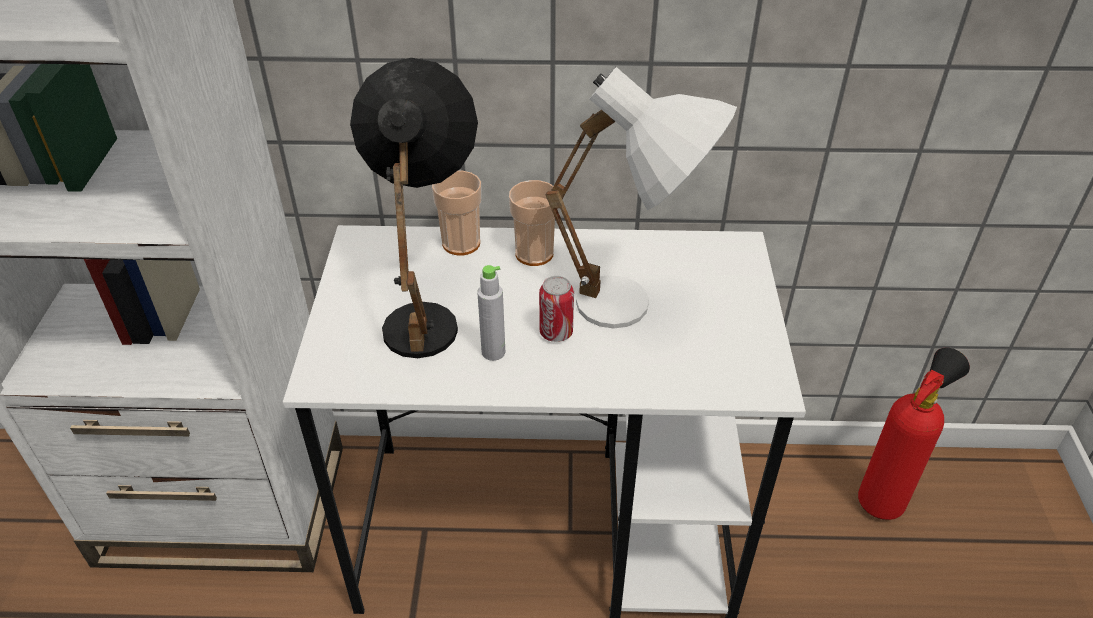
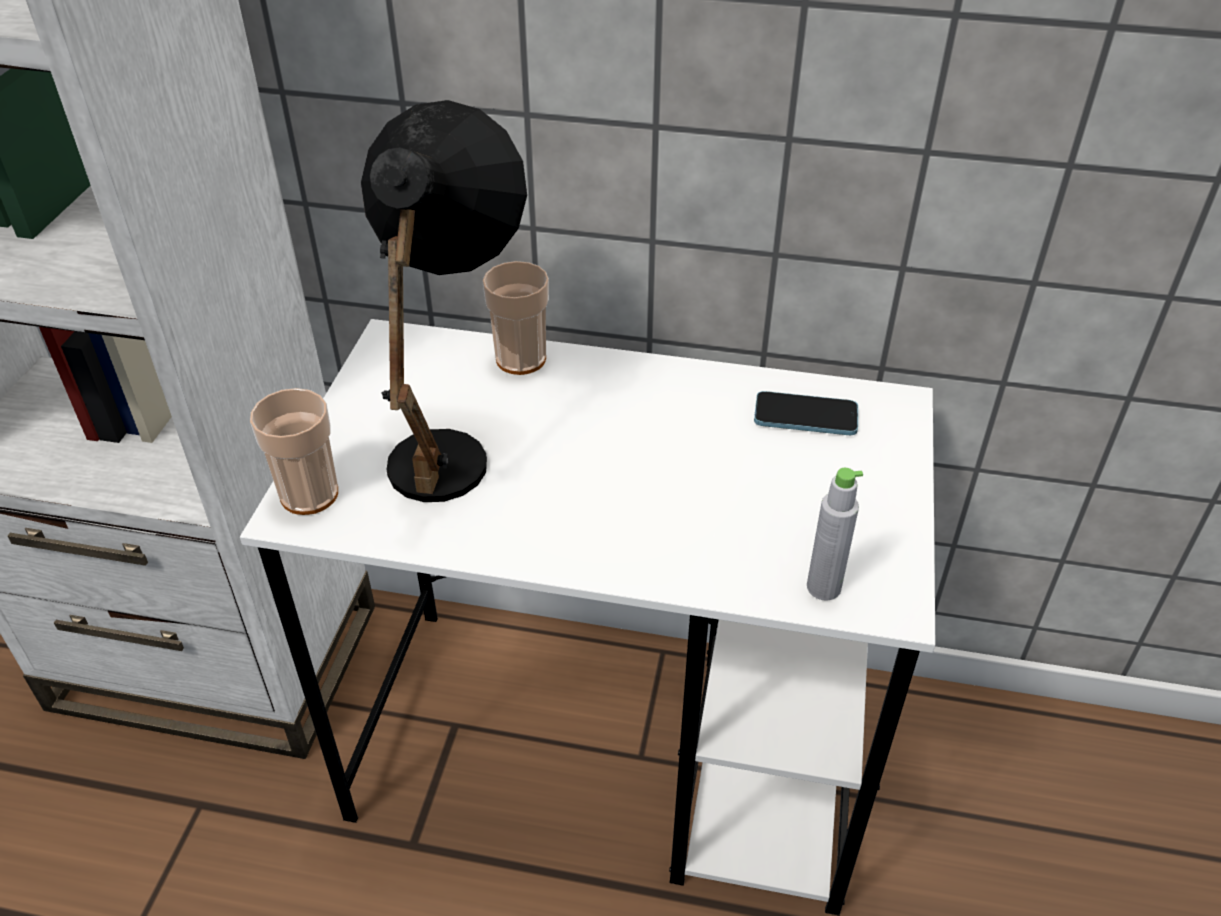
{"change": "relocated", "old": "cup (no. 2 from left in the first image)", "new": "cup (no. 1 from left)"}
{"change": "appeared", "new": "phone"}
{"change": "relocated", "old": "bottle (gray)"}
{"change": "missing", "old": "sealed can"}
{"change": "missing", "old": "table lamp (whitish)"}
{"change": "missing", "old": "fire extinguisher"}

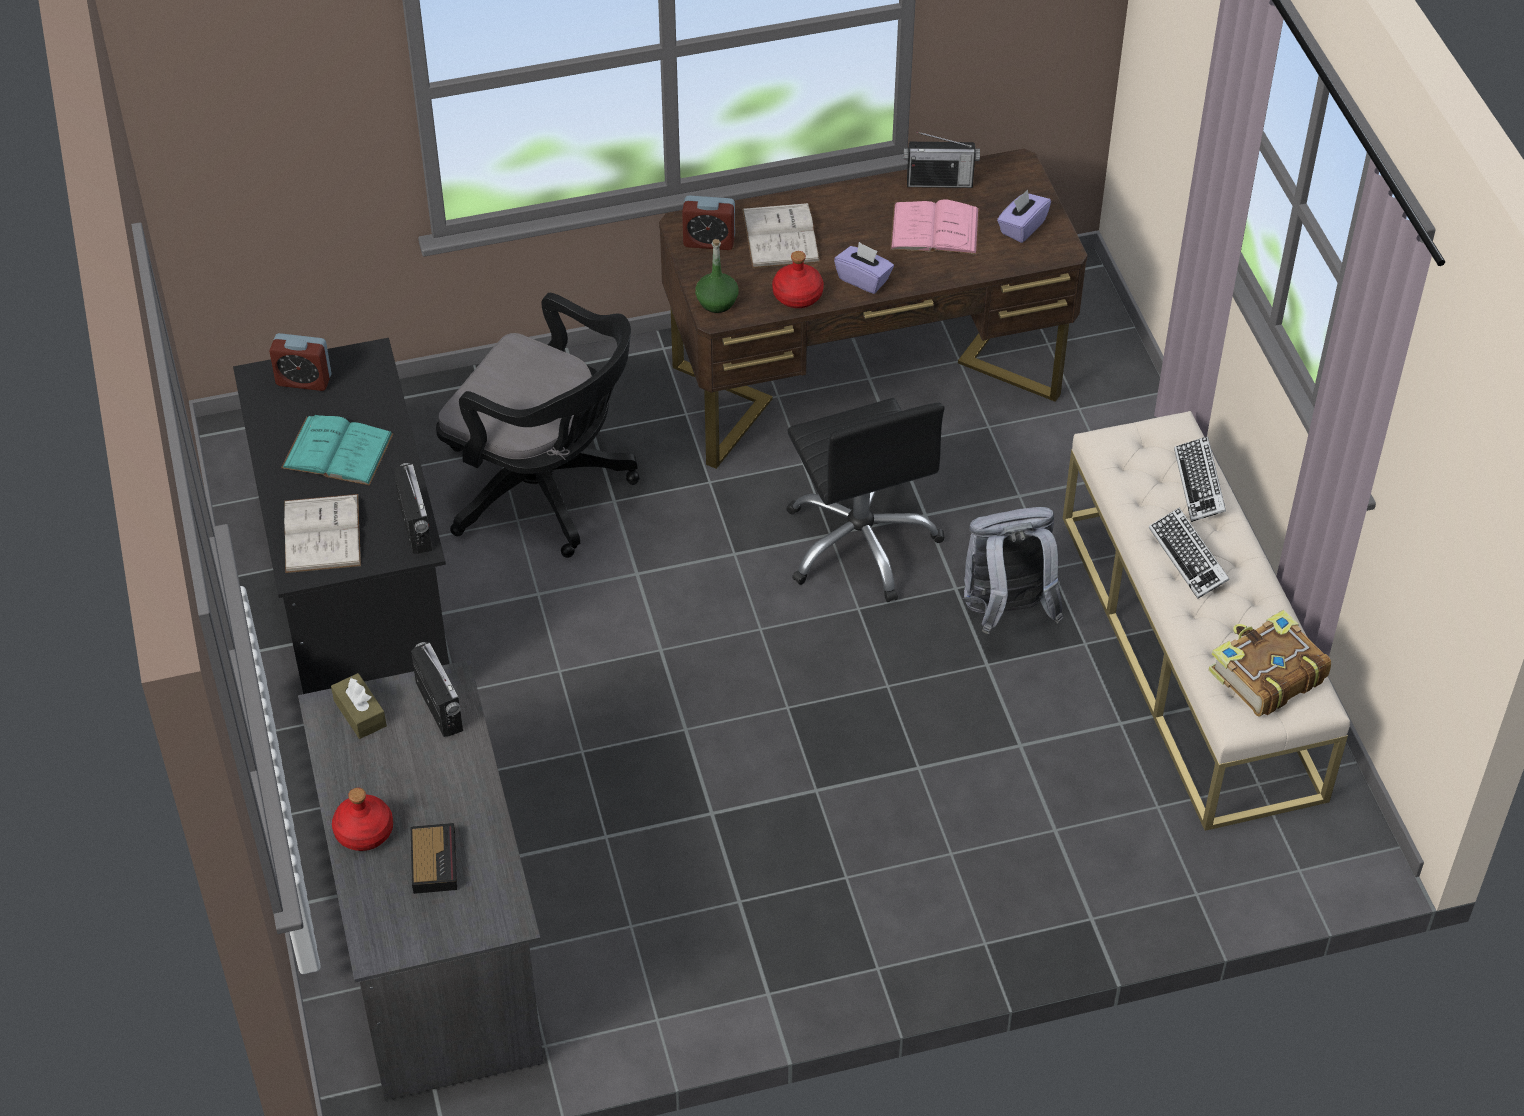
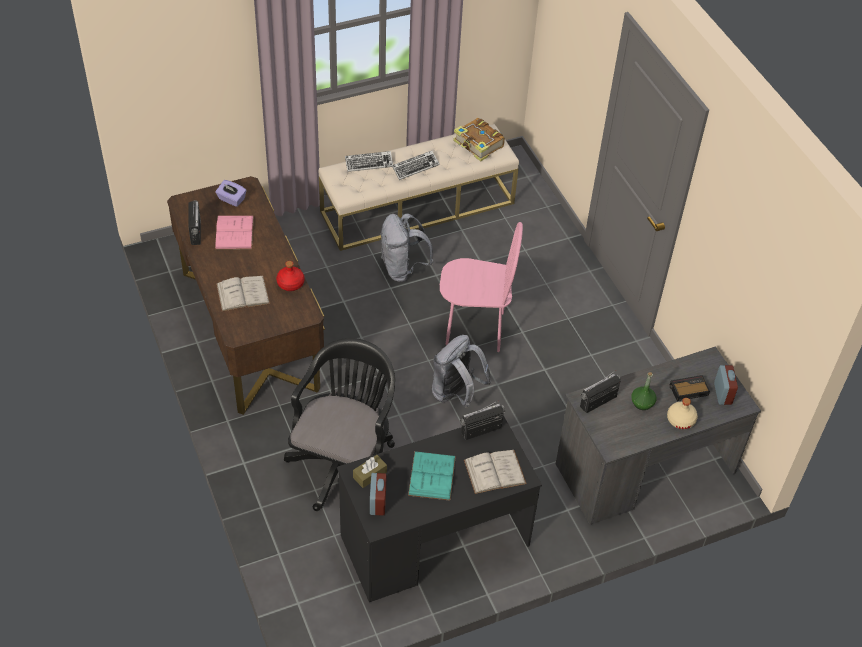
{"change": "relocated", "old": "box of tissues (brownish)"}
{"change": "appeared", "new": "knapsack (gray) (no. 2 from left)"}
{"change": "appeared", "new": "upright chair (pink)"}
{"change": "relocated", "old": "bottle (green)"}
{"change": "colour", "old": "bottle (red-coloured) (no. 1 from left)", "new": "bottle (beige)"}
{"change": "relocated", "old": "bedside clock (no. 3 from left)"}
{"change": "missing", "old": "office chair (blackish) (no. 2 from left)"}
{"change": "missing", "old": "box of tissues (purple-coloured) (no. 1 from left)"}

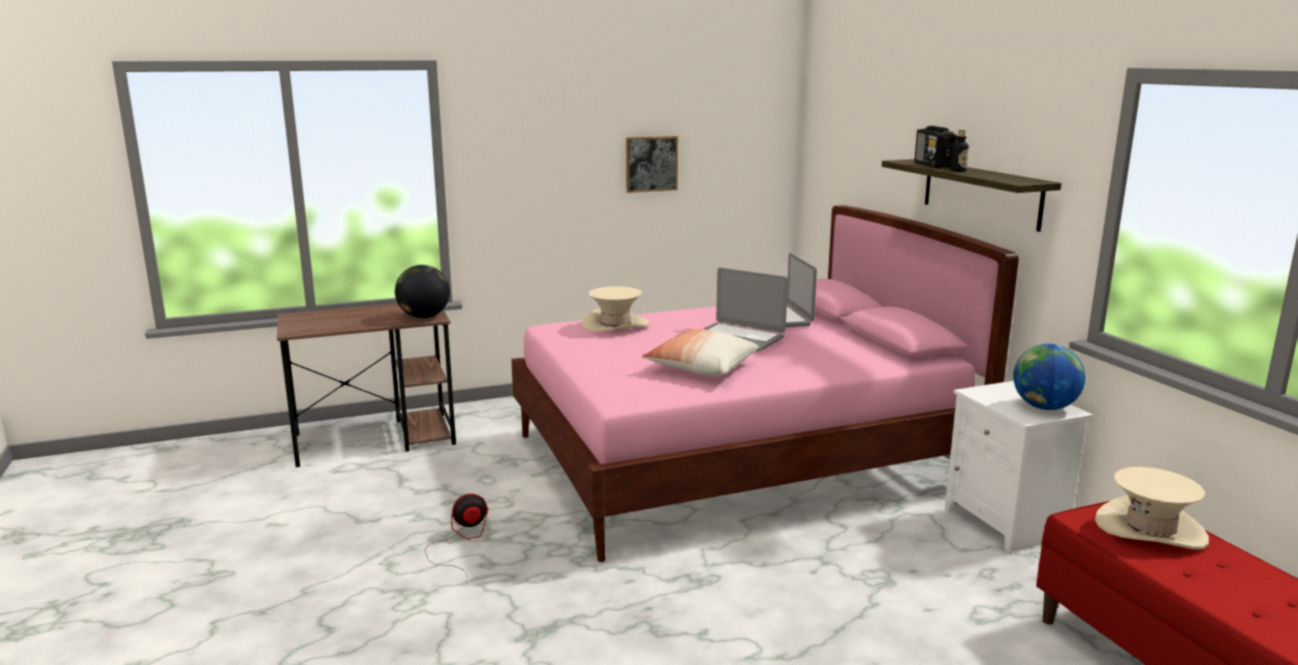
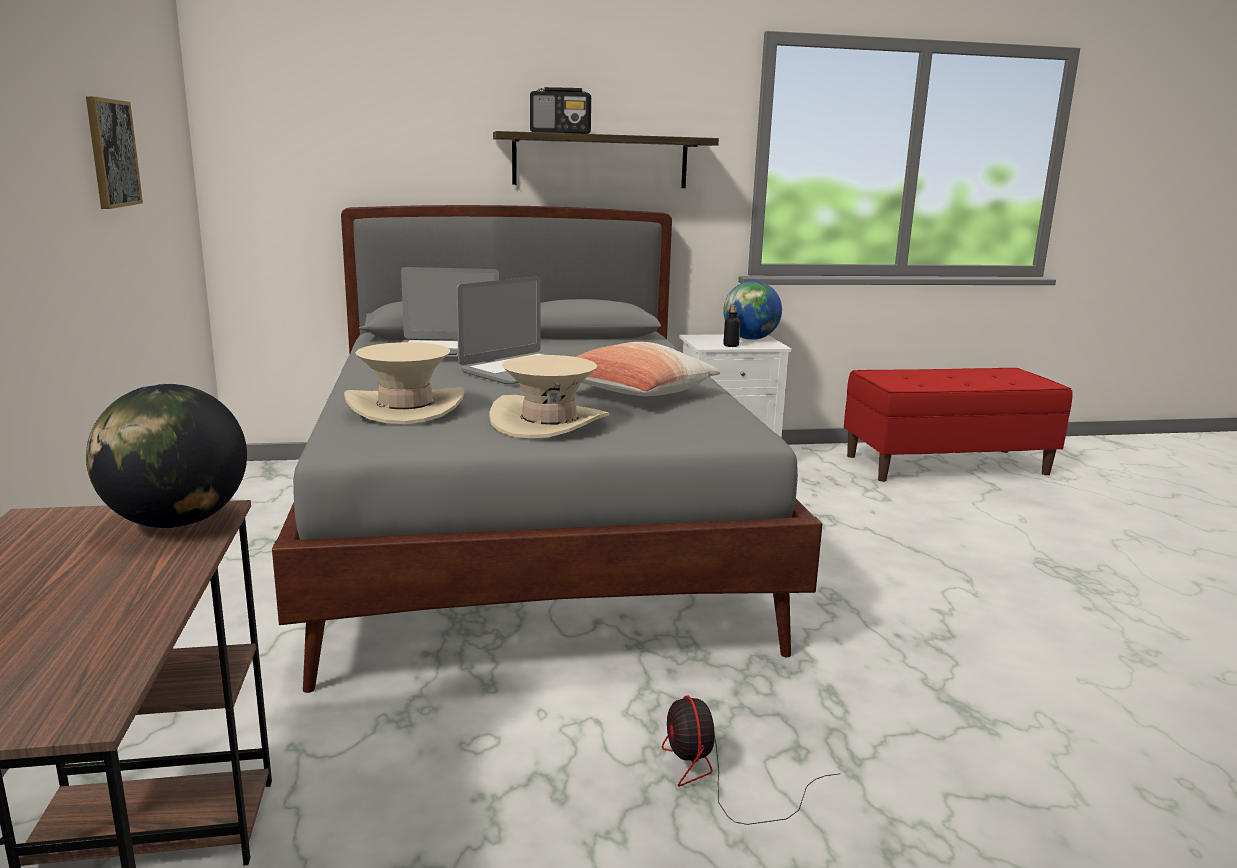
{"change": "colour", "old": "sleeping bed (pink)", "new": "sleeping bed (gray)"}
{"change": "relocated", "old": "hat (beige) (no. 2 from left)"}
{"change": "relocated", "old": "bottle"}

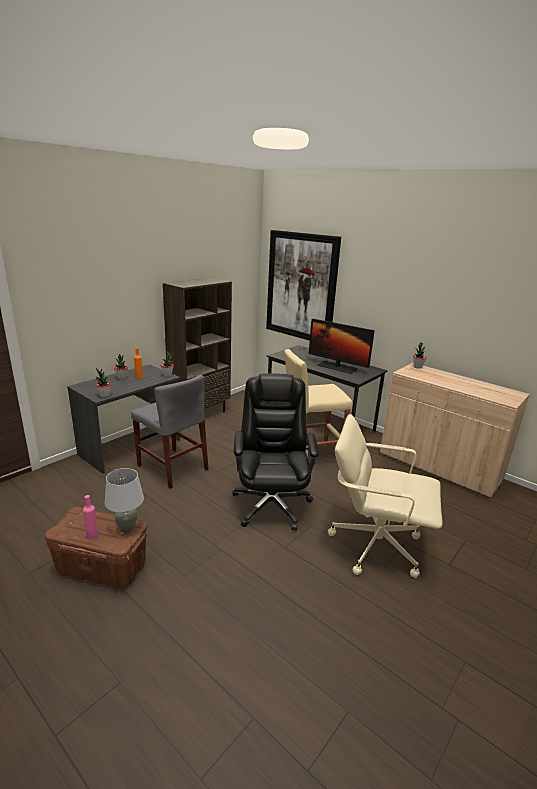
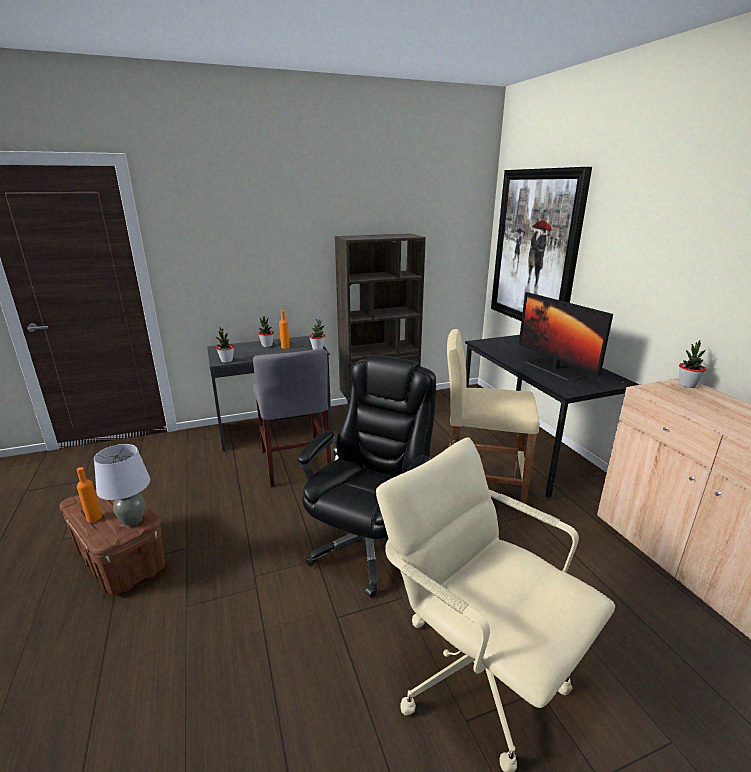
{"change": "colour", "old": "bottle (pink)", "new": "bottle (orange-coloured) (no. 1 from left)"}

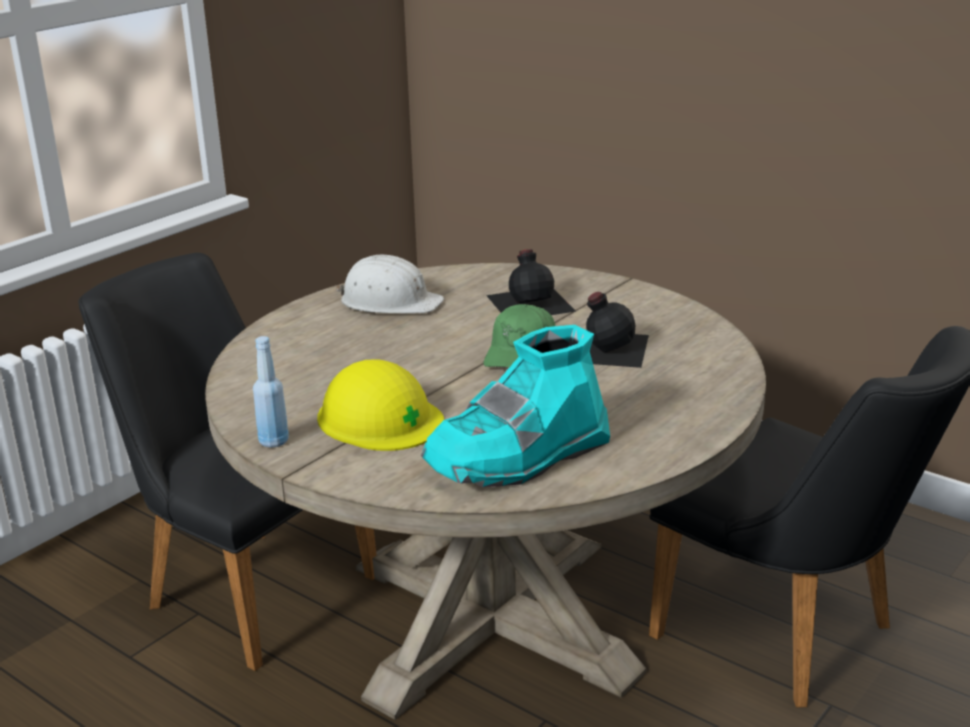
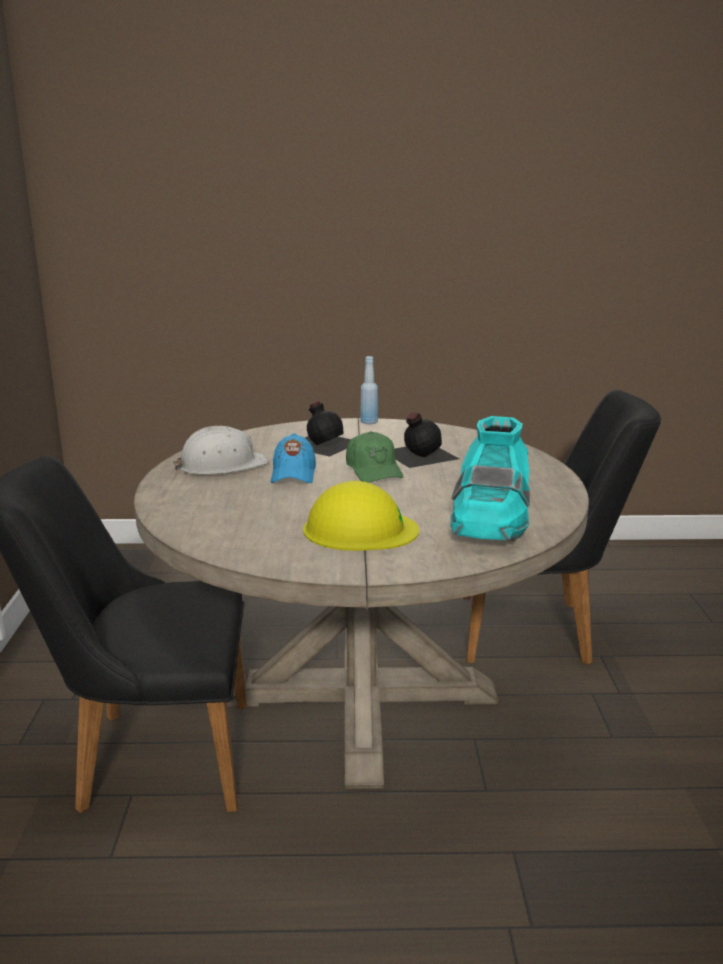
{"change": "appeared", "new": "peaked cap (blue-coloured)"}
{"change": "relocated", "old": "bottle (blue-coloured)"}

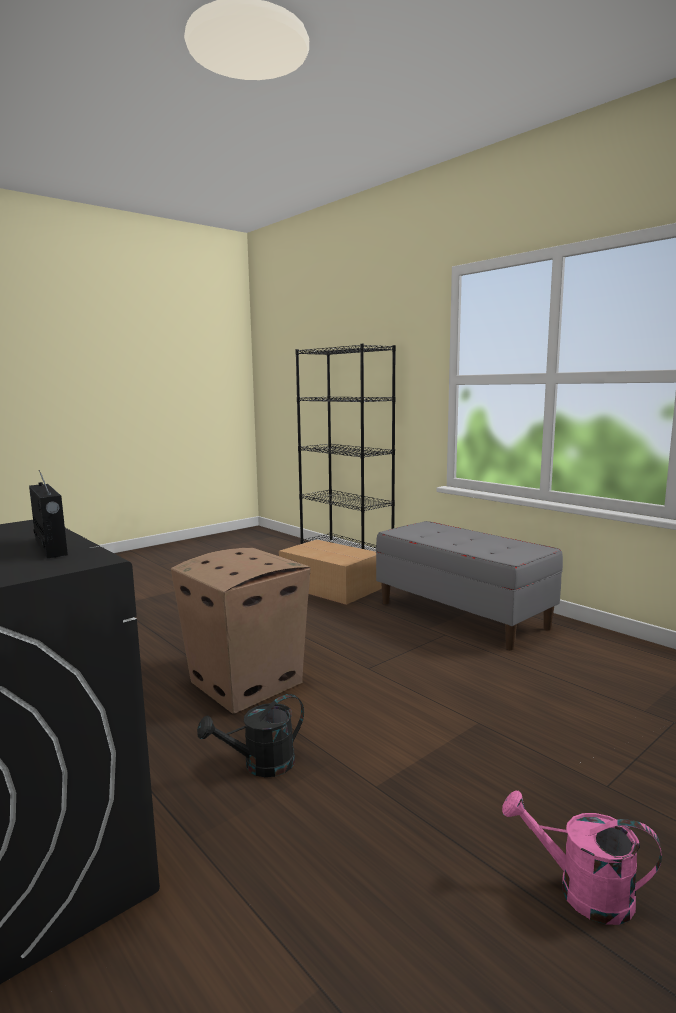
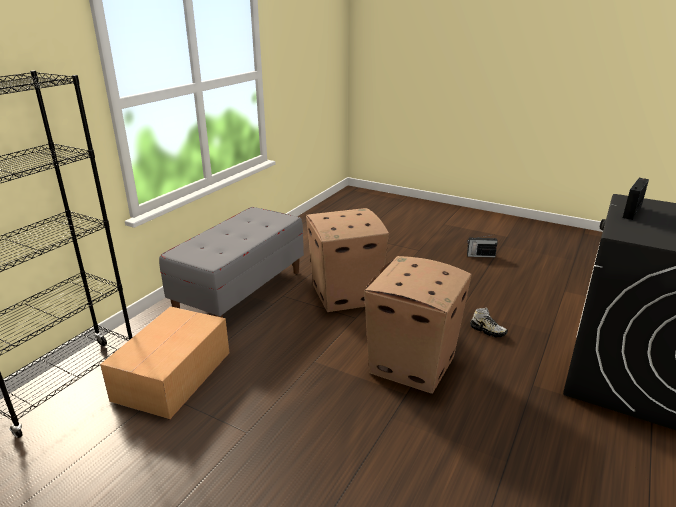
{"change": "appeared", "new": "packing box (no. 2 from left)"}
{"change": "exchanged", "old": "watering can (pink)", "new": "radio set (no. 1 from left)"}
{"change": "exchanged", "old": "watering can (blackish)", "new": "low shoe"}

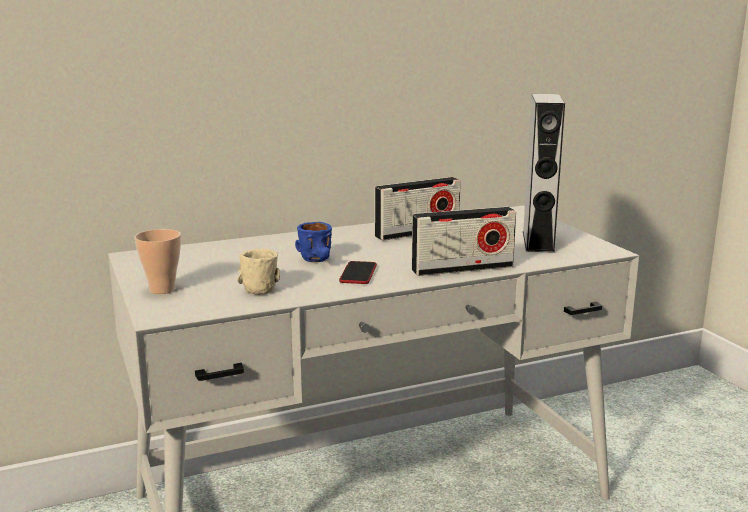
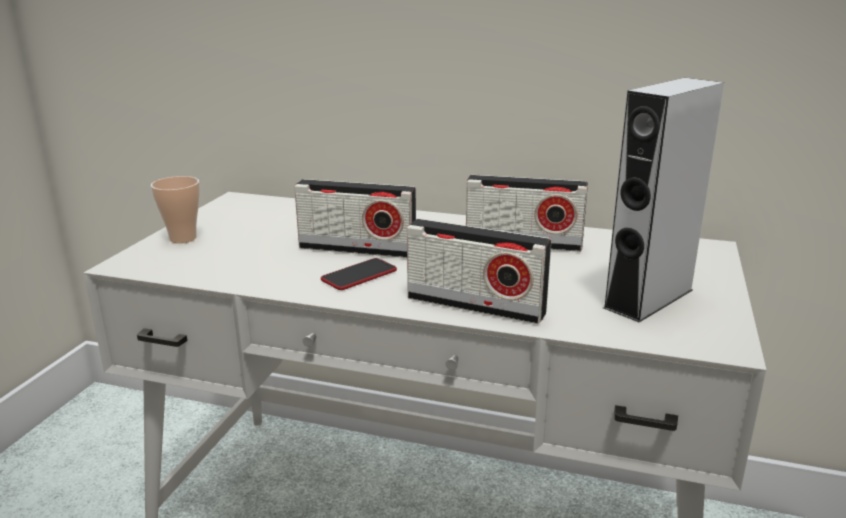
{"change": "exchanged", "old": "mug (blue-coloured)", "new": "radio set (no. 1 from left)"}
{"change": "missing", "old": "mug (beige)"}

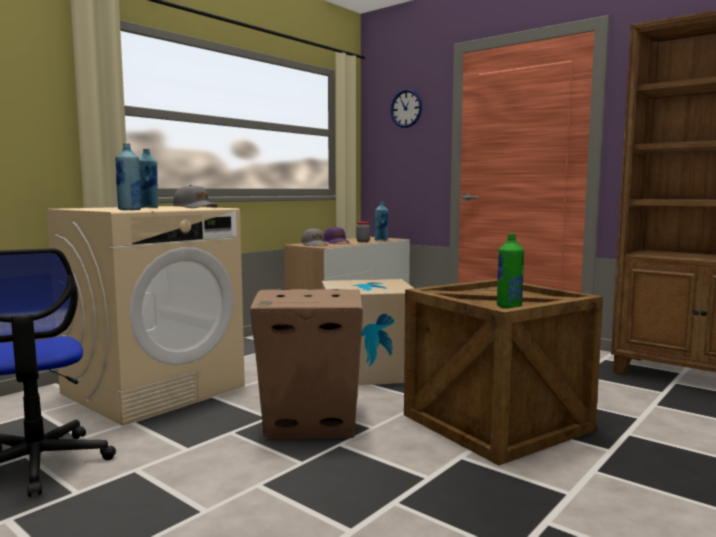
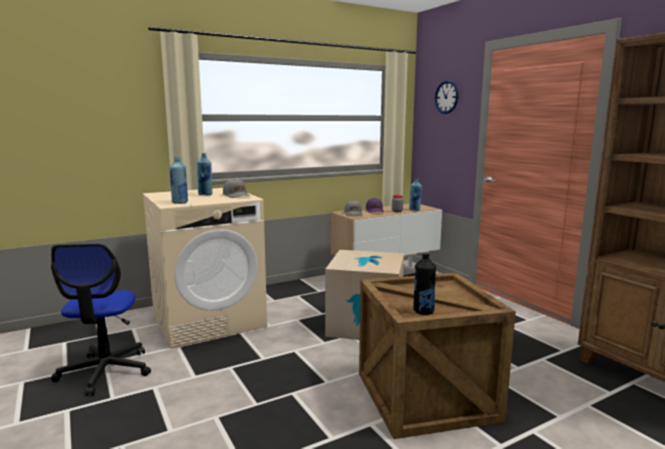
{"change": "colour", "old": "bottle (green)", "new": "bottle (blackish)"}
{"change": "missing", "old": "packing box (no. 1 from left)"}

